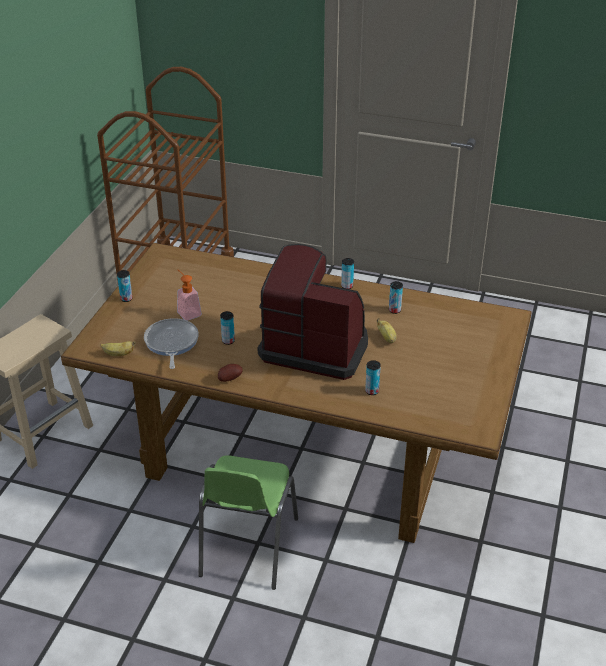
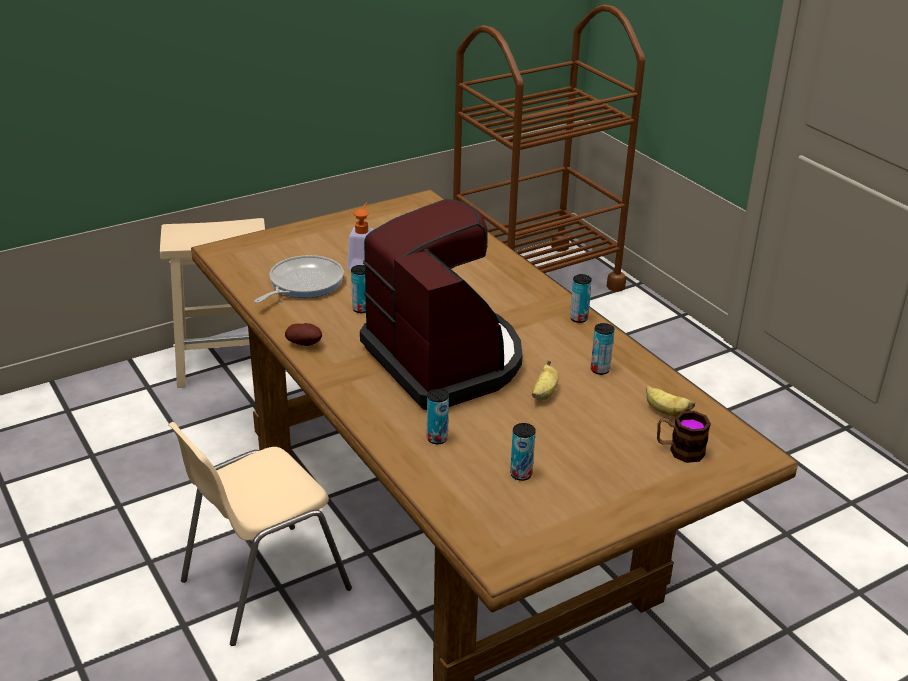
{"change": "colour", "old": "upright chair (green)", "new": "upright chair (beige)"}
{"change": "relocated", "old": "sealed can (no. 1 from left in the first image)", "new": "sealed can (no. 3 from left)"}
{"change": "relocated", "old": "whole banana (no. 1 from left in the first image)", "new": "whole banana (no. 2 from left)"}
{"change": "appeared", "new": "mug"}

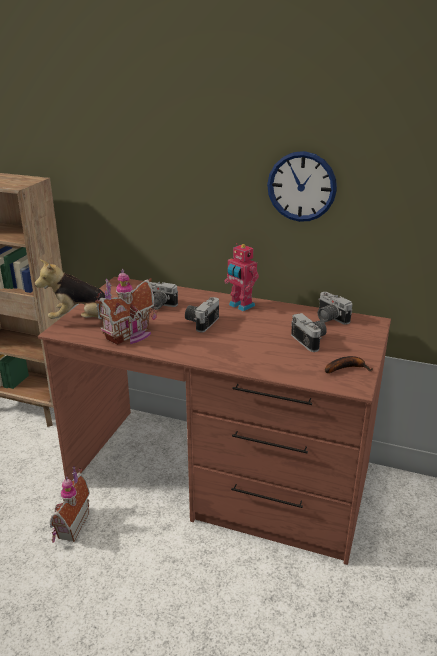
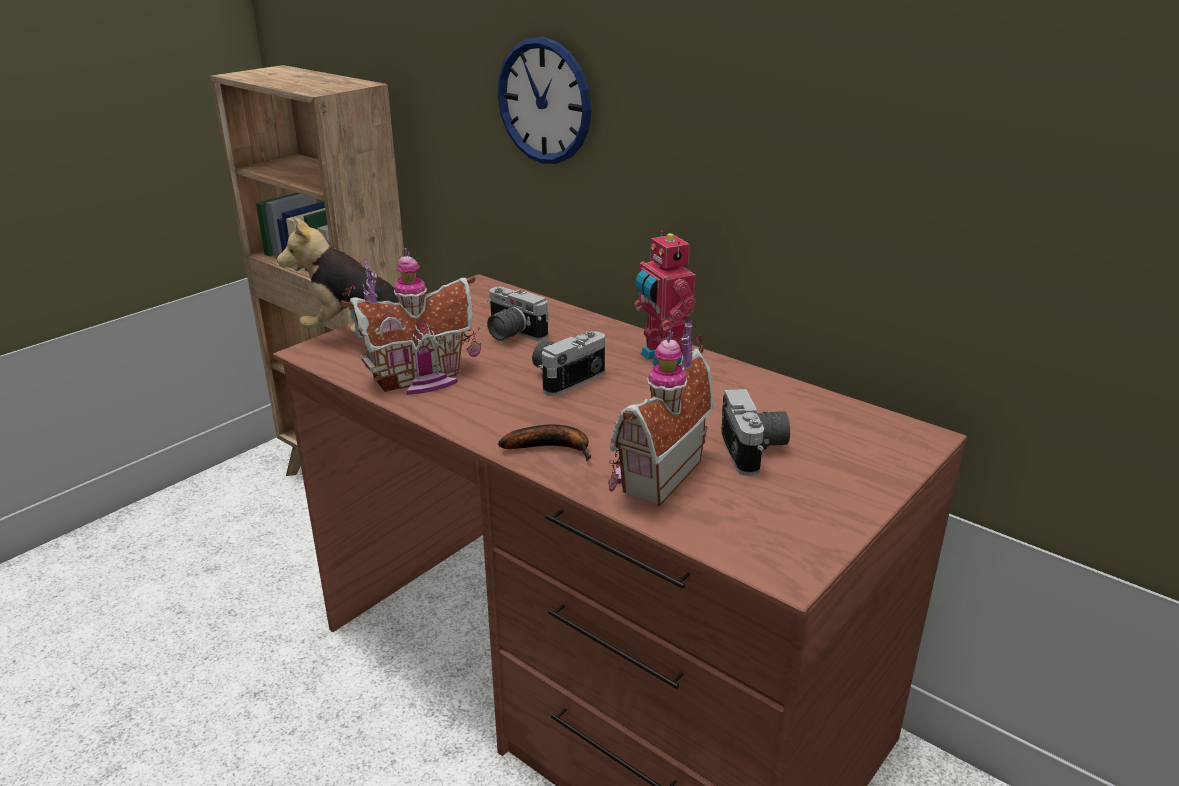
{"change": "relocated", "old": "hanging clock"}
{"change": "relocated", "old": "whole banana"}
{"change": "relocated", "old": "model house (no. 1 from left in the first image)", "new": "model house (no. 2 from left)"}
{"change": "missing", "old": "photo camera (no. 4 from left)"}

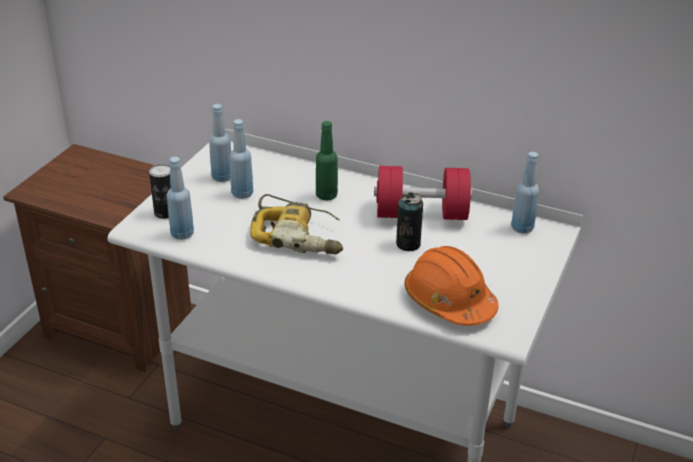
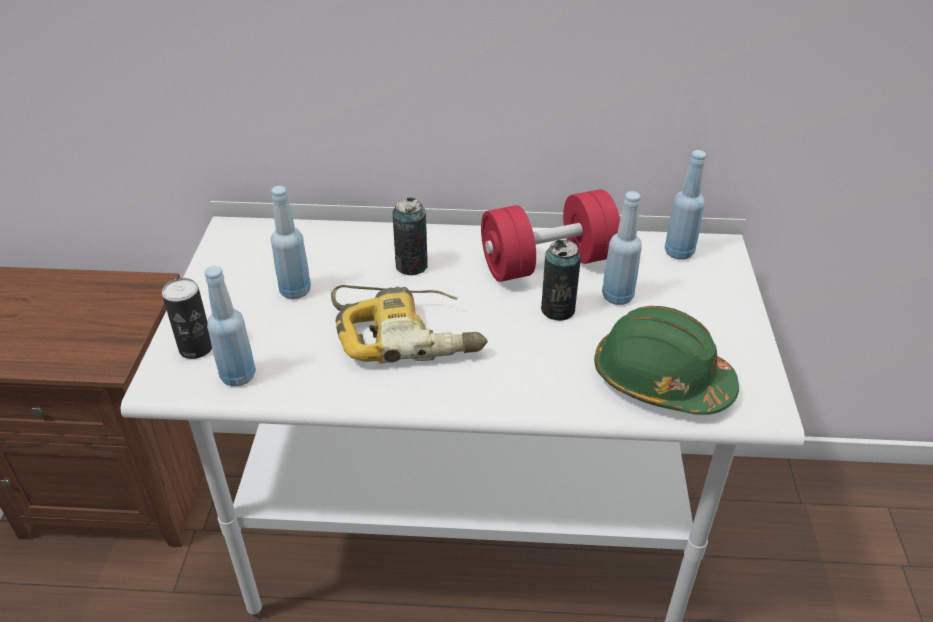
{"change": "exchanged", "old": "bottle (green)", "new": "sealed can (no. 2 from left)"}
{"change": "colour", "old": "hard hat (orange-coloured)", "new": "hard hat (green)"}
{"change": "relocated", "old": "bottle (blue-coloured) (no. 2 from left in the first image)", "new": "bottle (blue-coloured) (no. 3 from left)"}

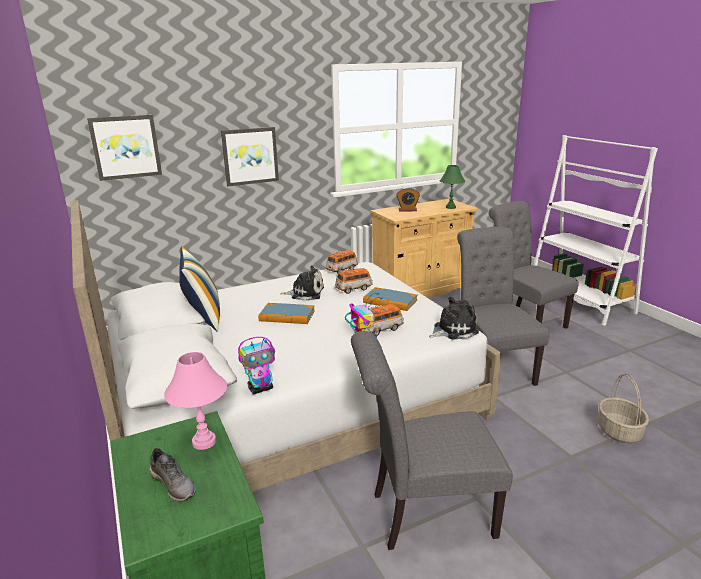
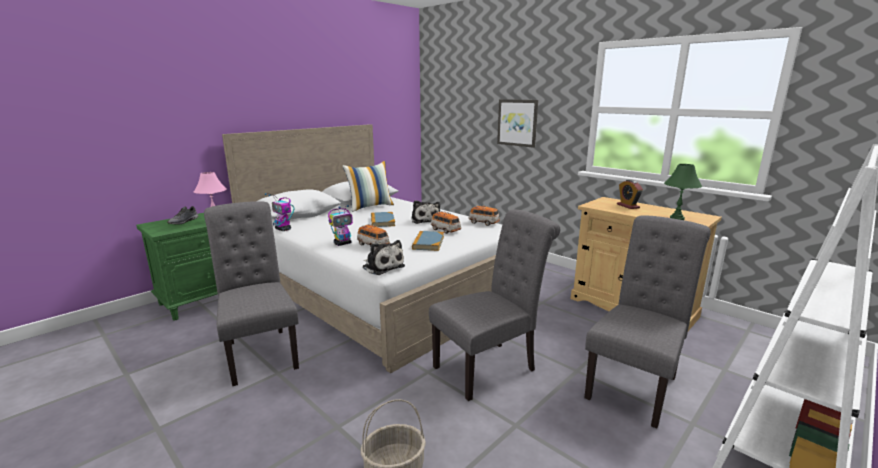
{"change": "missing", "old": "wall picture (no. 1 from left)"}

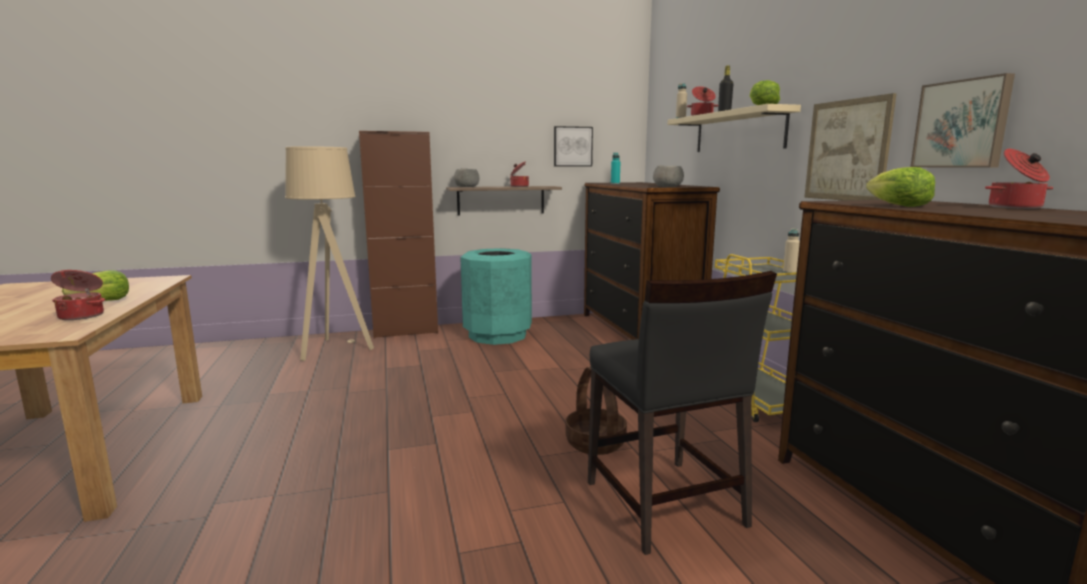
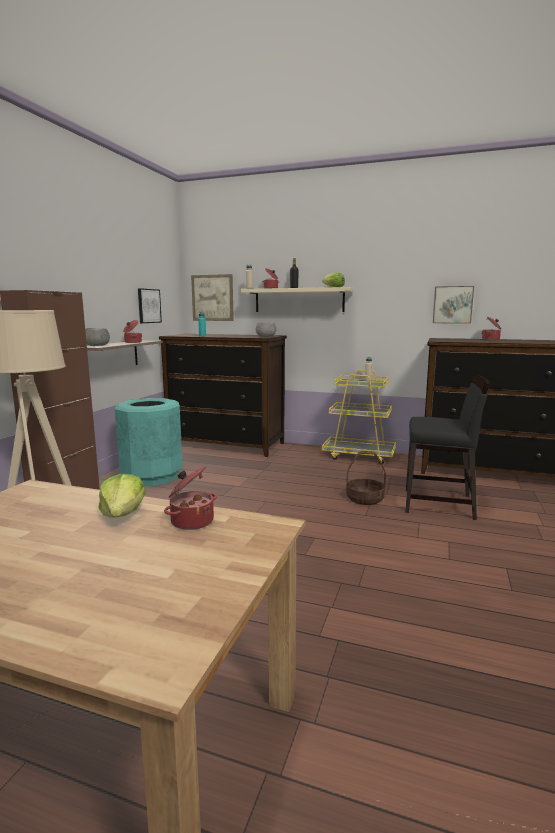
{"change": "relocated", "old": "wall picture (no. 2 from left)"}
{"change": "missing", "old": "lettuce head (no. 3 from left)"}

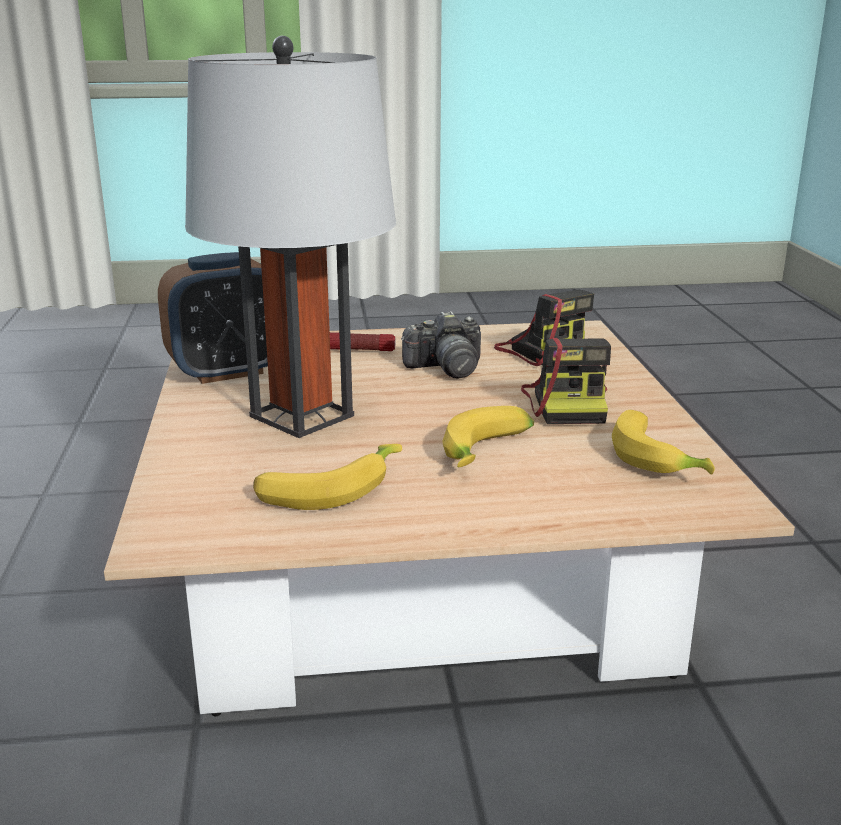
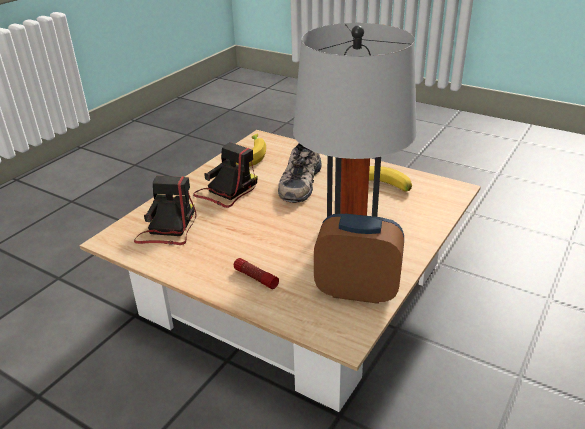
{"change": "exchanged", "old": "whole banana (no. 2 from left)", "new": "low shoe"}
{"change": "missing", "old": "photo camera (no. 1 from left)"}

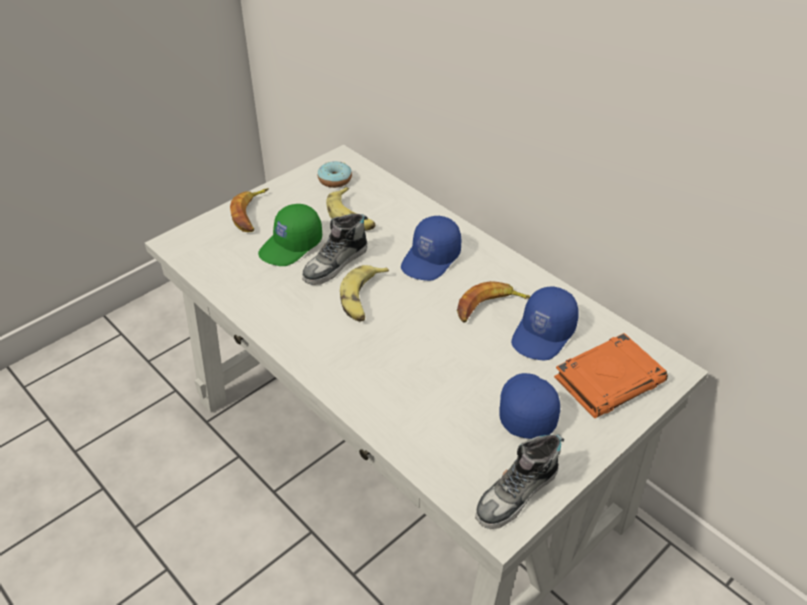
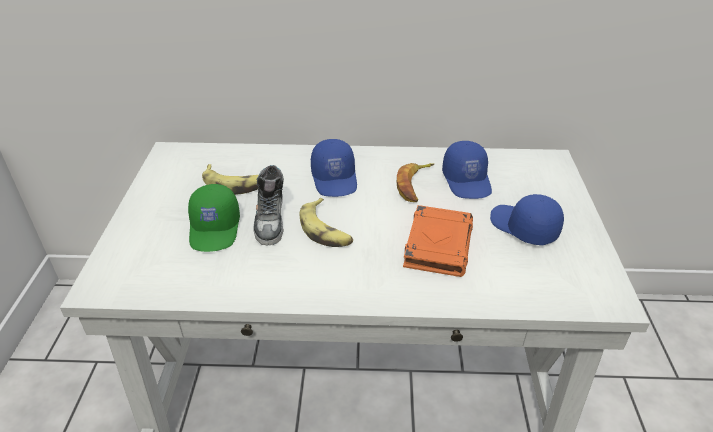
{"change": "relocated", "old": "book (orange-coloured)"}
{"change": "missing", "old": "whole banana (no. 1 from left)"}
{"change": "missing", "old": "ring doughnut"}
{"change": "missing", "old": "low shoe (no. 2 from left)"}

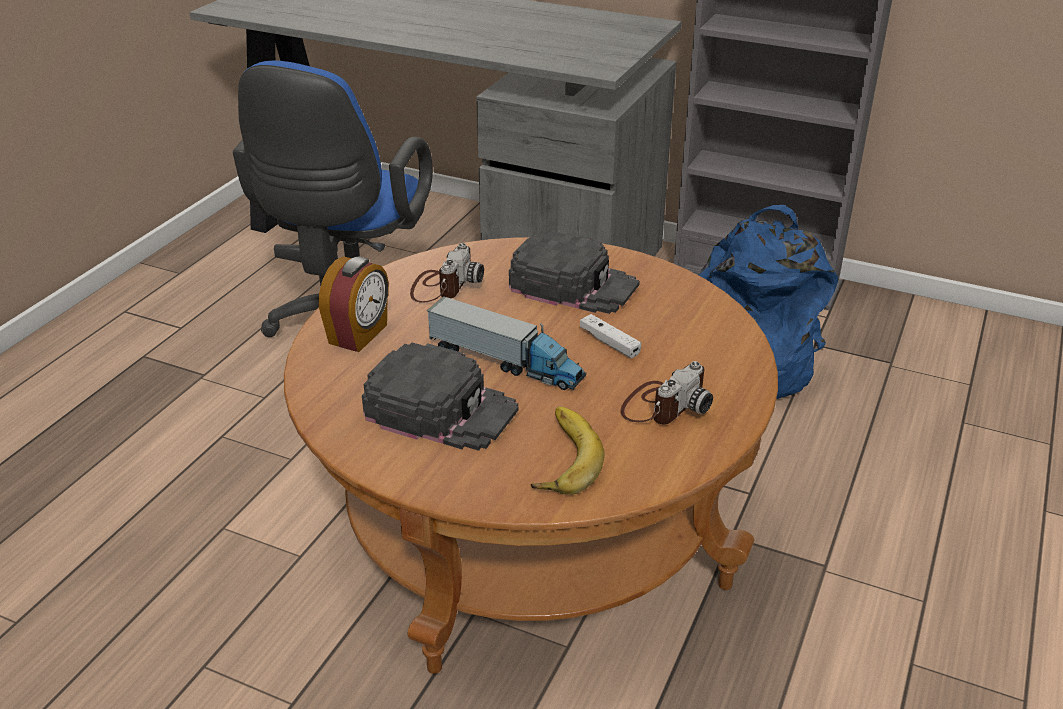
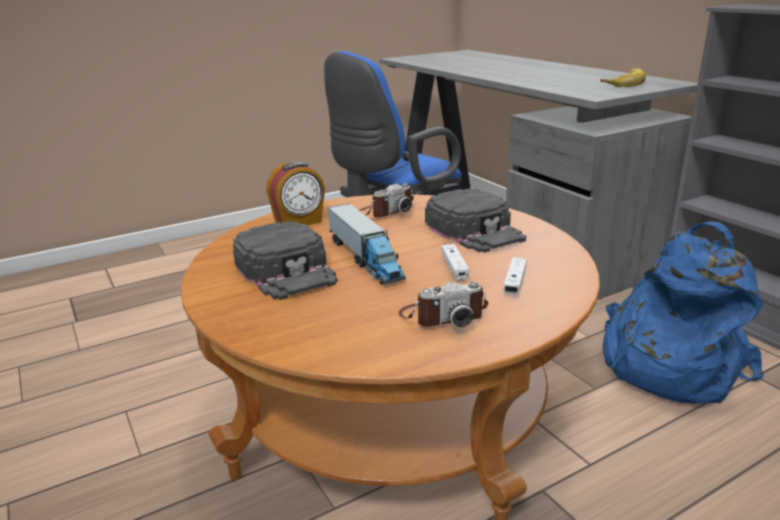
{"change": "appeared", "new": "gamepad (whitish) (no. 2 from left)"}
{"change": "relocated", "old": "whole banana"}

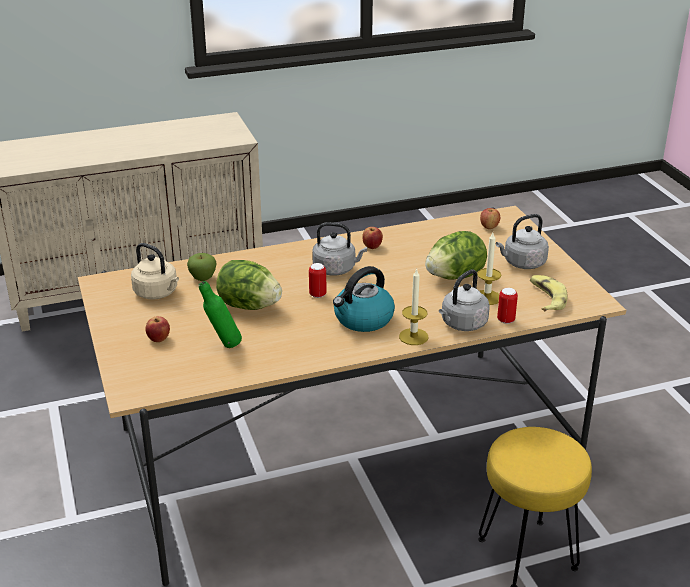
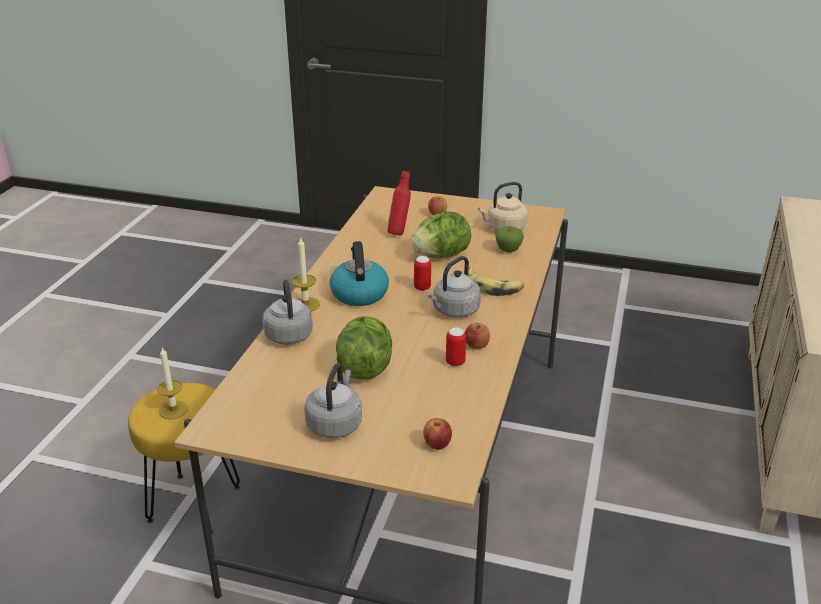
{"change": "relocated", "old": "wax candle (no. 2 from left in the first image)", "new": "wax candle (no. 1 from left)"}
{"change": "colour", "old": "bottle (green)", "new": "bottle (red-coloured)"}
{"change": "relocated", "old": "sealed can (no. 2 from left)"}
{"change": "relocated", "old": "whole banana"}

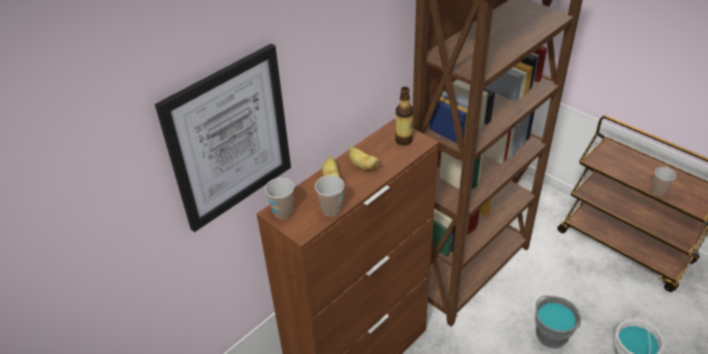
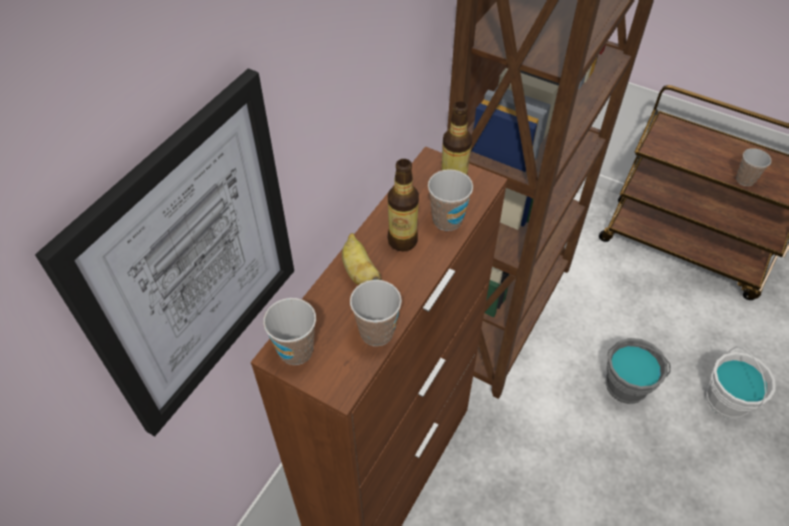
{"change": "exchanged", "old": "whole banana (no. 2 from left)", "new": "bottle (no. 1 from left)"}
{"change": "appeared", "new": "cup (no. 3 from left)"}

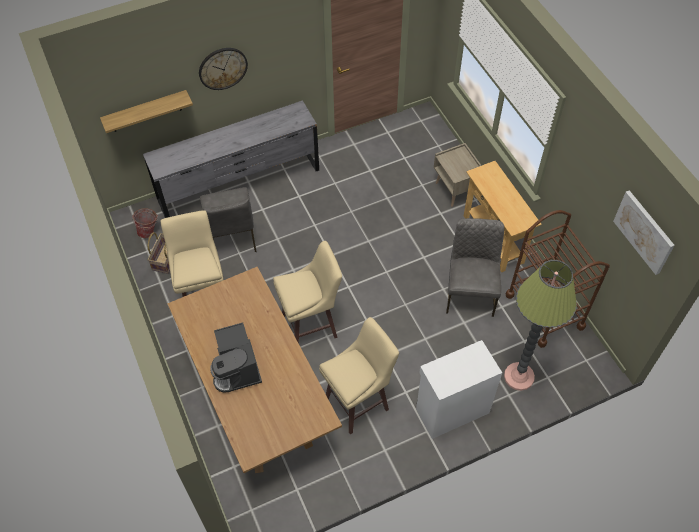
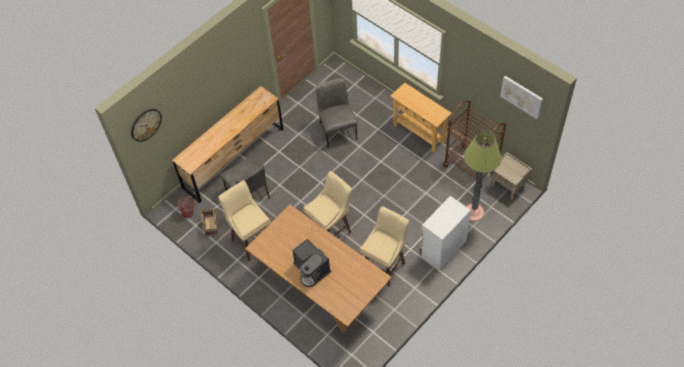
{"change": "relocated", "old": "hanging clock"}
{"change": "colour", "old": "chest of drawers (gray)", "new": "chest of drawers (brownish)"}
{"change": "relocated", "old": "upright chair (gray) (no. 2 from left)"}
{"change": "relocated", "old": "night table (beige)"}
{"change": "missing", "old": "bracket shelf"}

